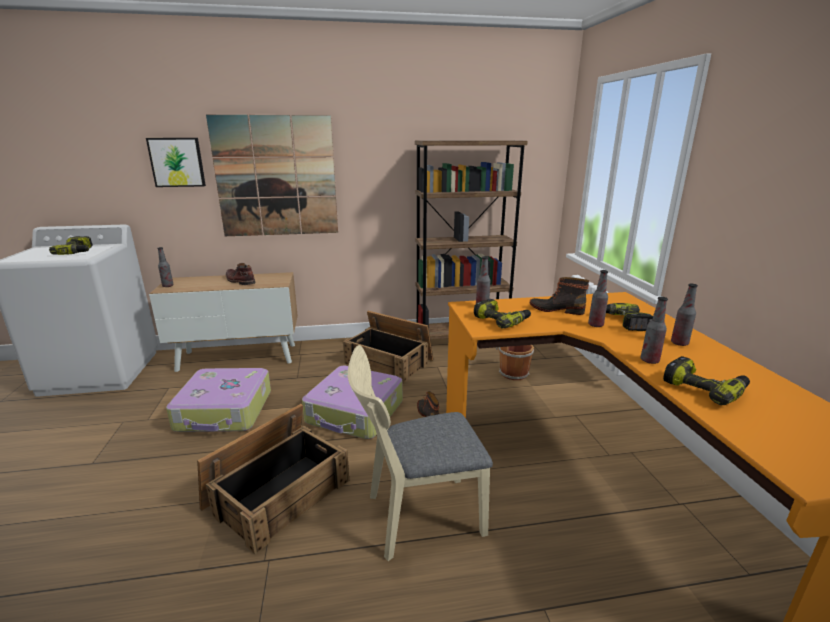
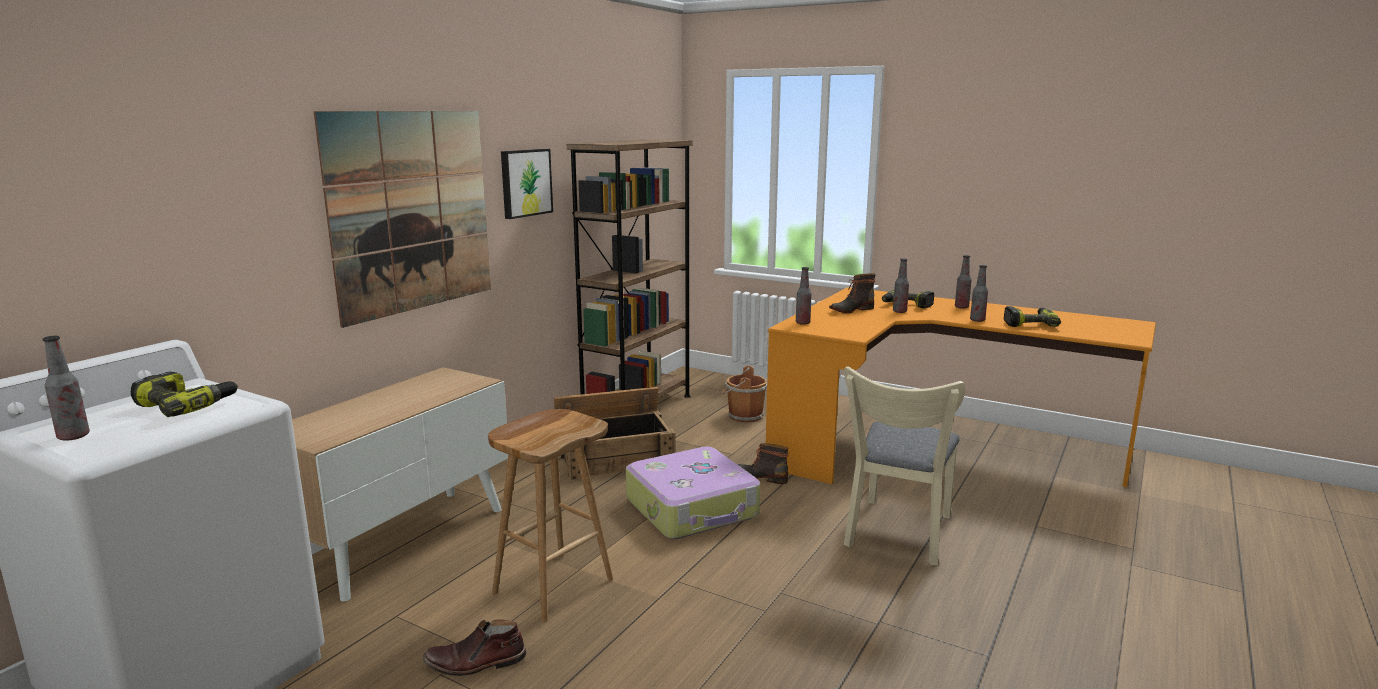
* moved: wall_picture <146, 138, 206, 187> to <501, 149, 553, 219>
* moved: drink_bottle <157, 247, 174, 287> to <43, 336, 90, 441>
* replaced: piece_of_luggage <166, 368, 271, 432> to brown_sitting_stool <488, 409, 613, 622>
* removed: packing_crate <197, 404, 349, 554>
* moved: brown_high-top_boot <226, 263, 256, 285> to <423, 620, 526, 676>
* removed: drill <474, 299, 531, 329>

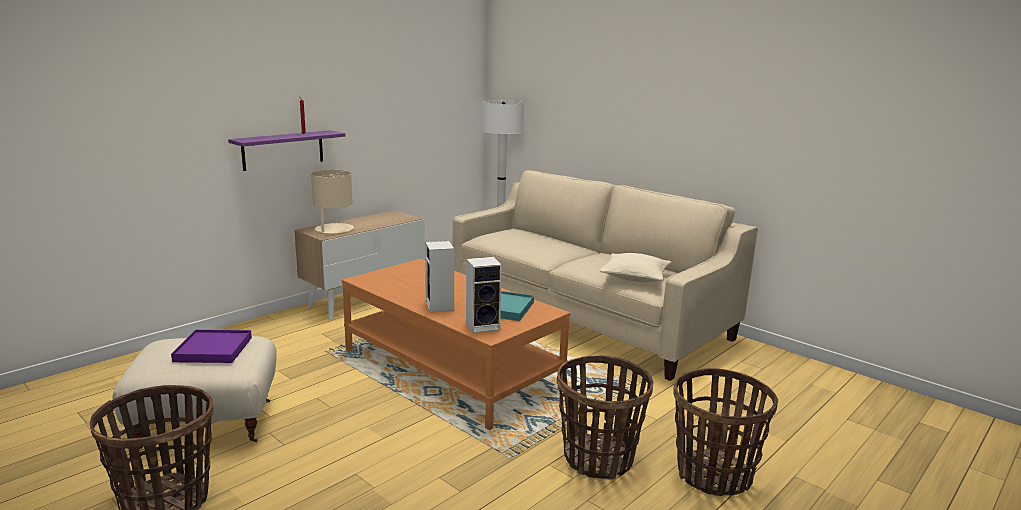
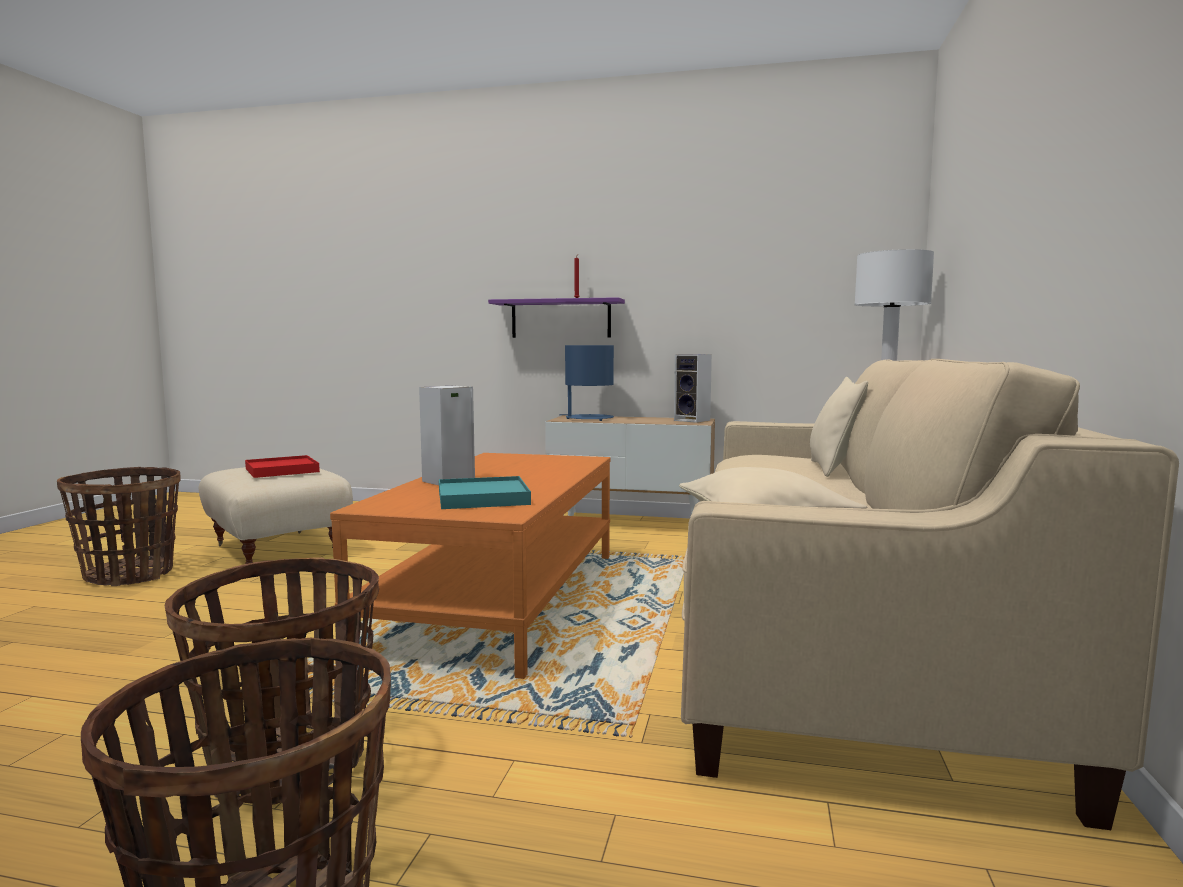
* recoloured: purplish_carrying_tray <171, 330, 252, 363> to red_carrying_tray <245, 455, 320, 478>
* recoloured: beige-coloured_table_lamp <311, 170, 354, 234> to bluish_table_lamp <559, 345, 614, 421>
* moved: loudspeaker <466, 257, 502, 333> to <674, 354, 712, 423>
* added: beige-coloured_pillow <810, 377, 868, 477>

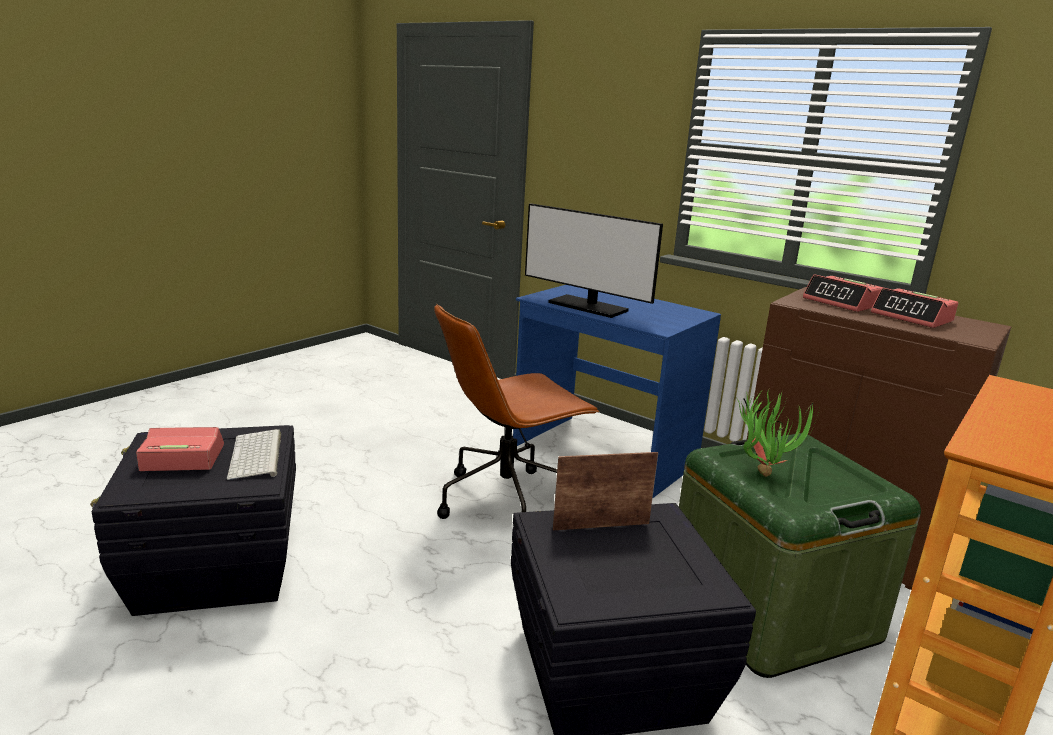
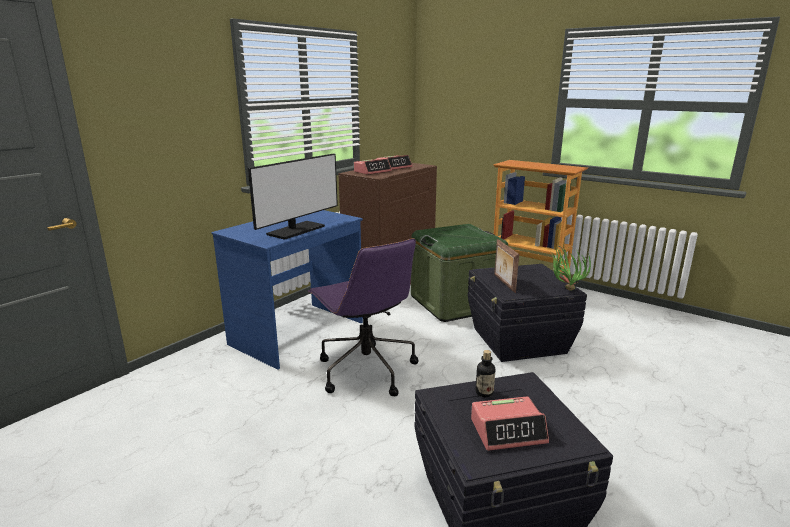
* turned: alarm_clock <136, 427, 224, 471> = <471, 396, 549, 451> 90 degrees counterclockwise
* replaced: keyboard <227, 429, 281, 480> to drink_bottle <475, 350, 495, 397>
* recoloured: brown_computer_chair <434, 304, 599, 519> to purplish_computer_chair <308, 238, 418, 397>
* moved: plant_in_a_pot <736, 390, 820, 477> to <551, 245, 591, 291>

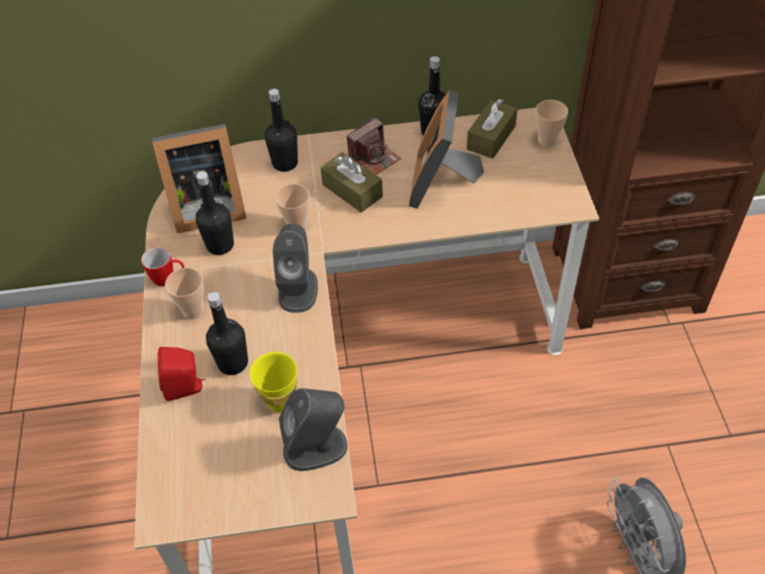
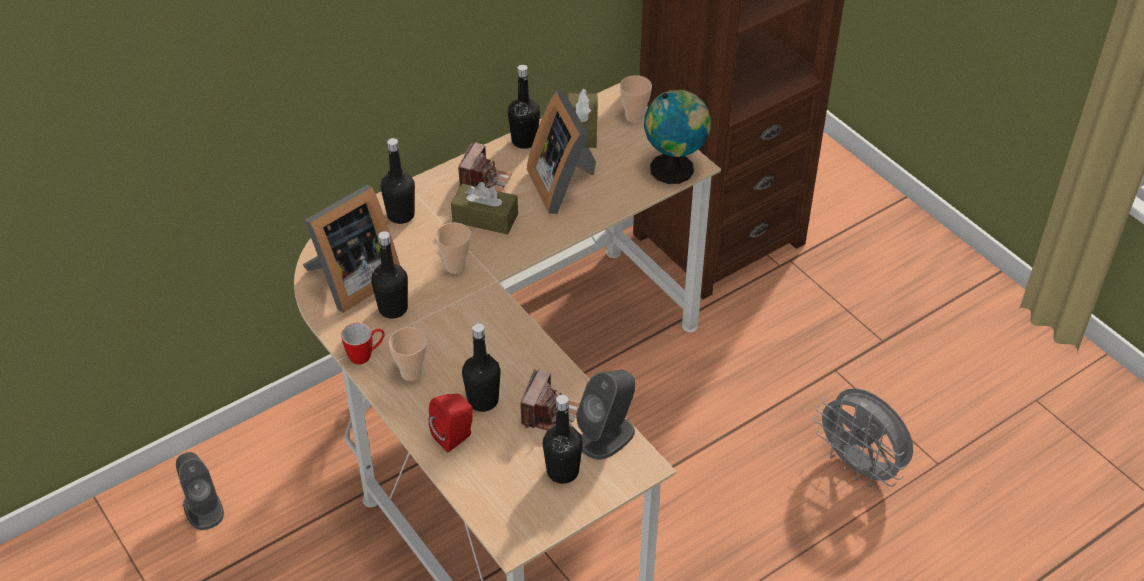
* replaced: yellowish_small_cup <250, 352, 297, 413> to still_camera <520, 369, 579, 431>
* moved: grey_loudspeaker <272, 224, 318, 313> to <176, 452, 224, 530>
* added: black_drink_bottle <543, 395, 583, 484>
* added: desk_globe <644, 90, 711, 184>

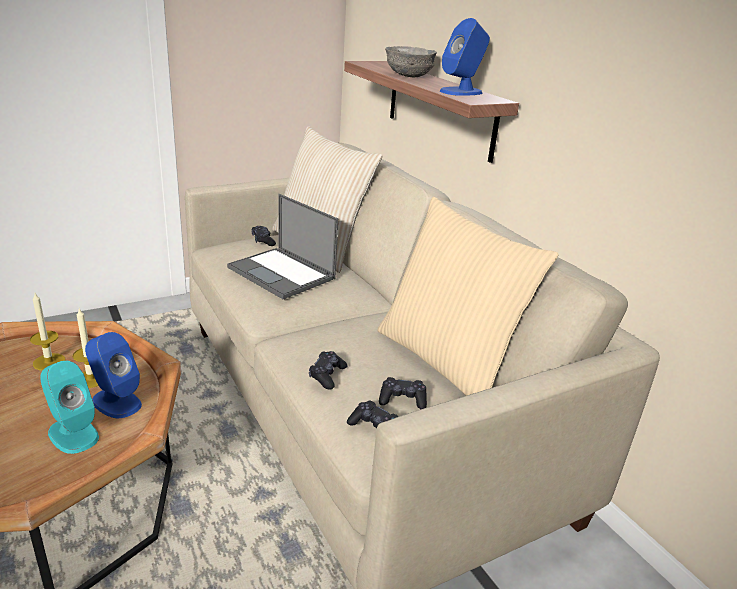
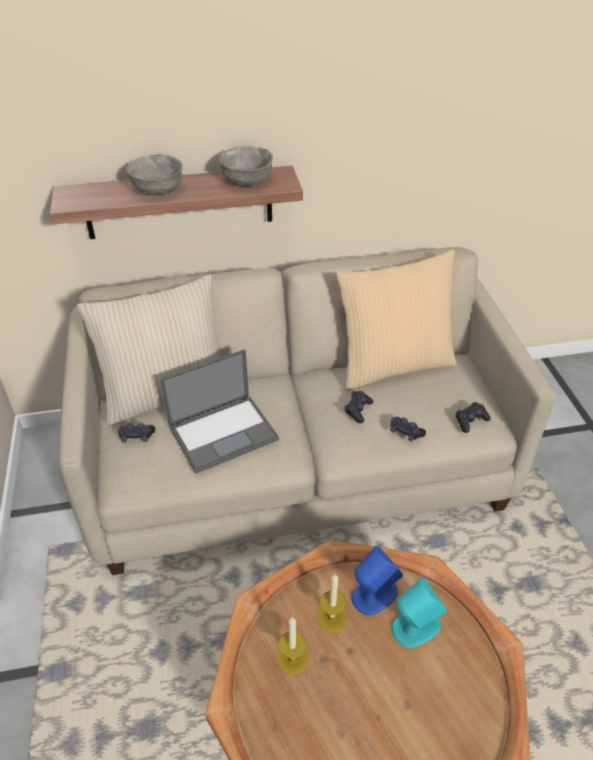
* moved: black_joypad <379, 377, 427, 409> to <344, 391, 373, 423>
* replaced: bluish_loudspeaker <440, 18, 490, 96> to grey_bowl <219, 146, 273, 187>

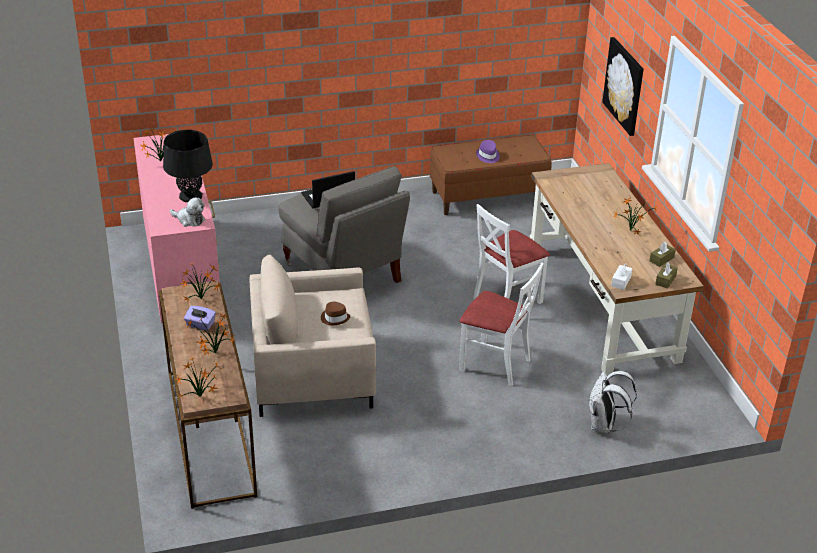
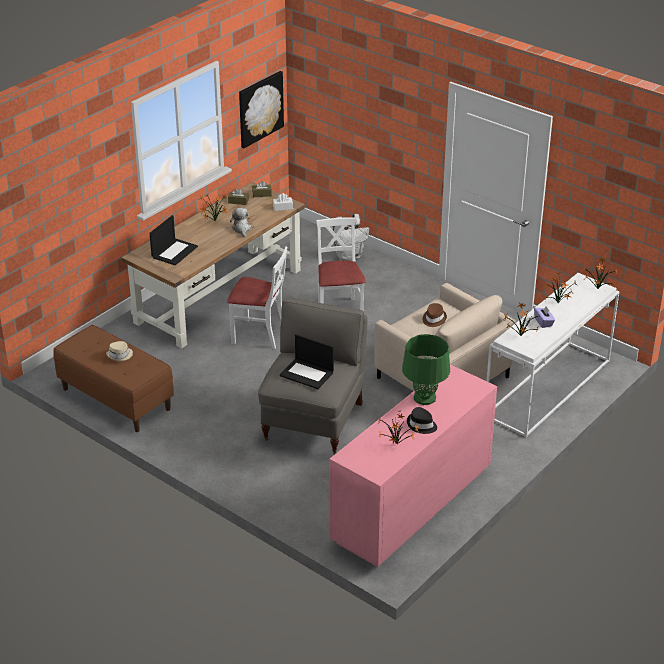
* recoloured: brown_hall_table <159, 281, 257, 509> to white-coloured_hall_table <487, 273, 620, 438>
* recoloured: black_table_lamp <163, 130, 213, 202> to green-coloured_table_lamp <402, 334, 450, 405>
* moved: soft_toy <170, 198, 205, 227> to <230, 208, 251, 238>
* recoloured: purplish_hat <476, 140, 500, 163> to beige-coloured_hat <106, 341, 133, 361>
* moved: wall_picture <602, 37, 644, 136> to <239, 71, 284, 148>
* added: laptop <150, 215, 198, 265>
* added: black_hat <407, 407, 437, 434>

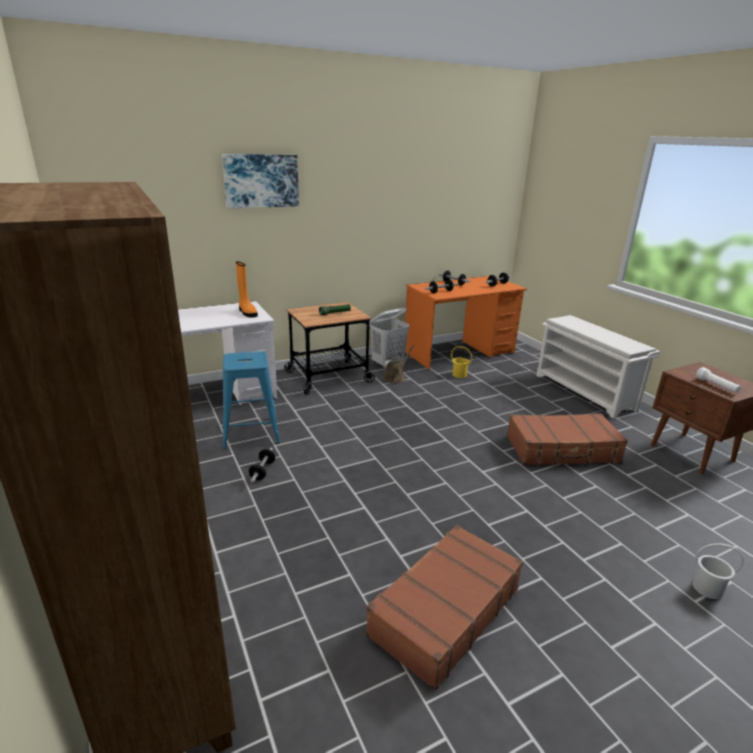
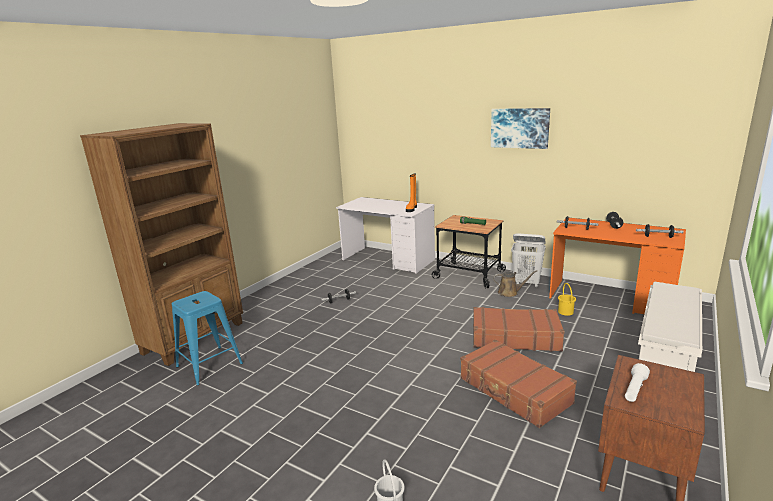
* moved: wall_picture <222, 154, 299, 208> to <491, 108, 550, 149>
* moved: bluish_sitting_stool <223, 351, 280, 449> to <172, 291, 243, 386>
* moved: brown_piece_of_luggage <366, 525, 523, 690> to <473, 307, 565, 352>

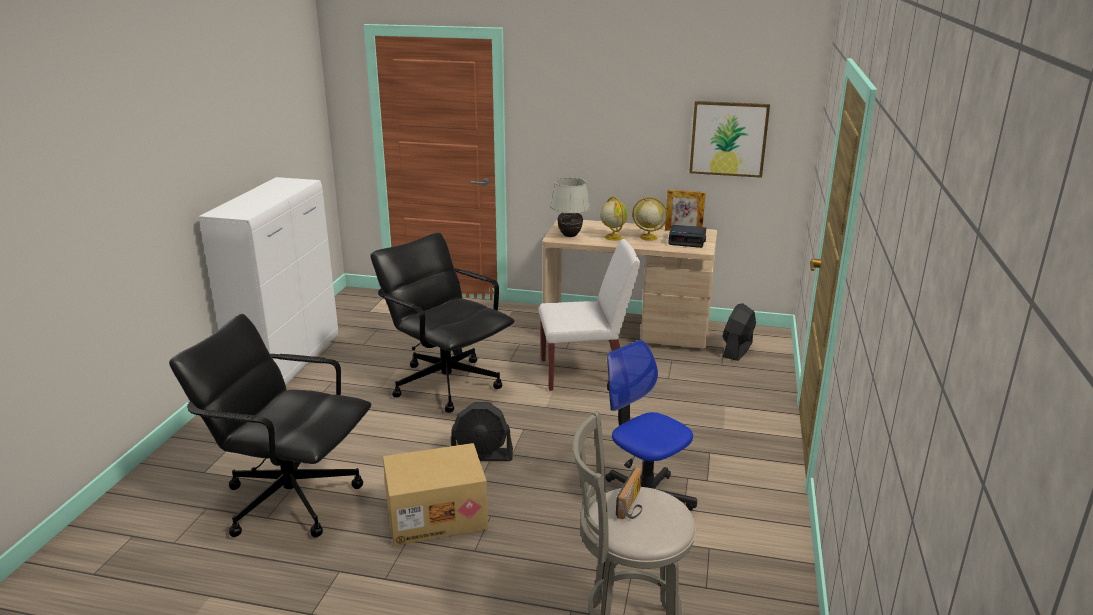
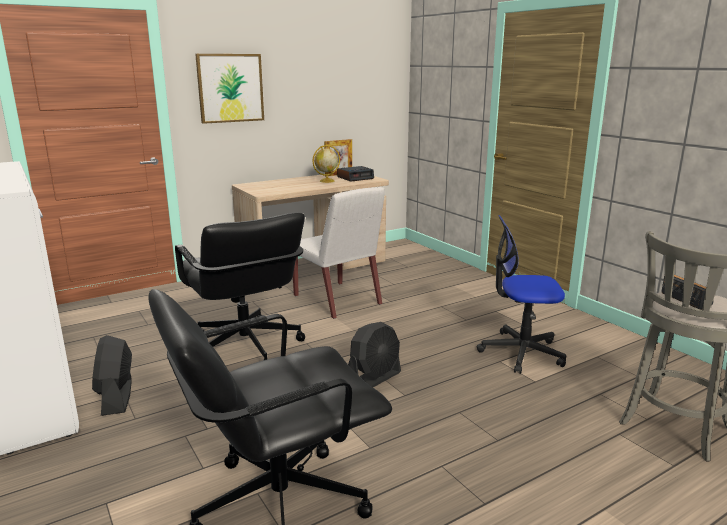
* turned: black_computer_chair <370, 232, 514, 413> = <175, 213, 305, 360> 120 degrees counterclockwise
* removed: packing_box <383, 443, 488, 546>
* turned: white-coloured_chair <539, 239, 640, 391> = <293, 187, 385, 319> 105 degrees clockwise
* removed: white-coloured_table_lamp <551, 178, 590, 237>
* removed: desk_globe <600, 196, 628, 241>
* moved: wall_picture <689, 101, 770, 178> to <195, 54, 264, 124>
* moved: black_cooling_fan <722, 303, 756, 361> to <92, 335, 132, 416>

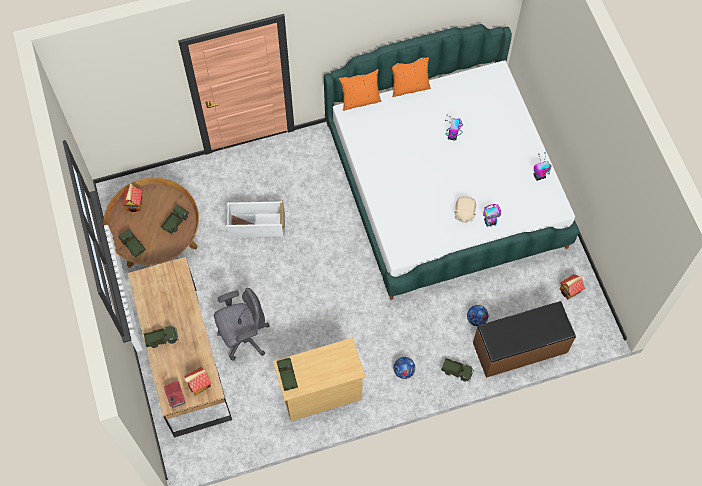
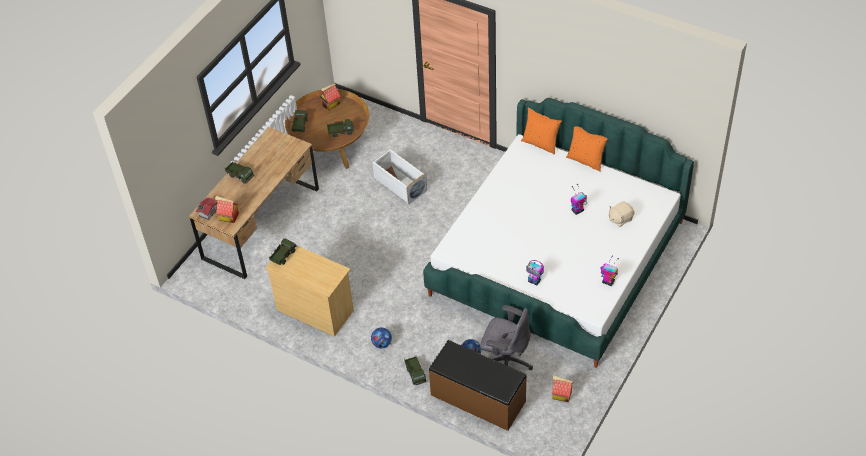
* moved: grey_computer_chair <214, 288, 270, 361> to <480, 305, 533, 370>
* moved: beige-coloured_soft_toy <454, 196, 476, 223> to <609, 201, 635, 227>

